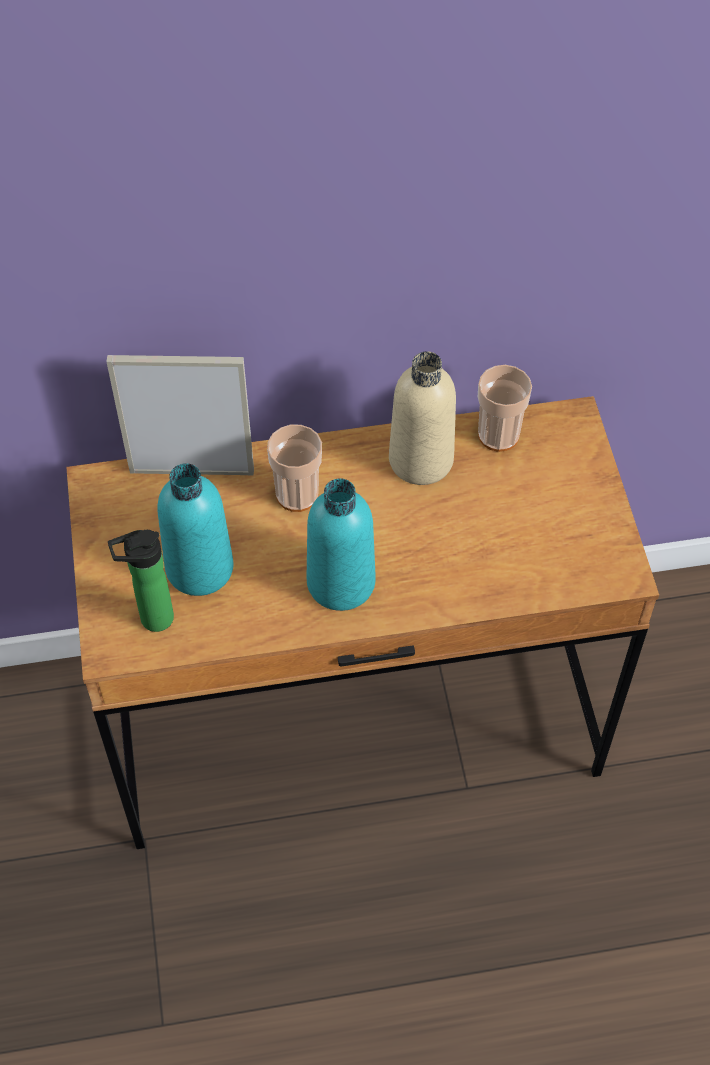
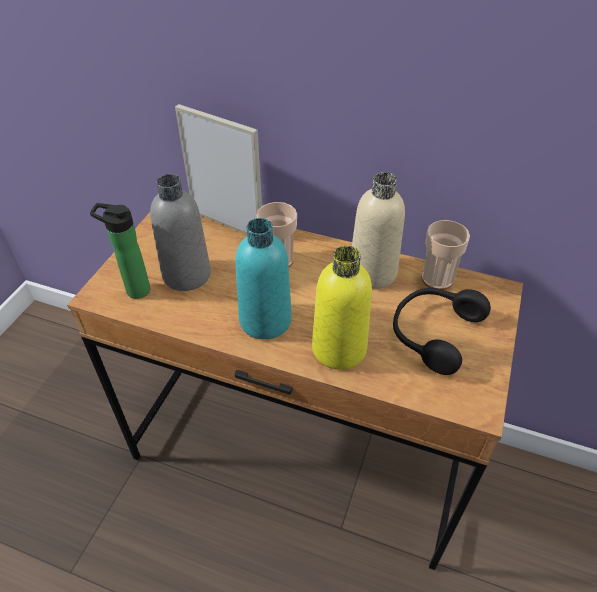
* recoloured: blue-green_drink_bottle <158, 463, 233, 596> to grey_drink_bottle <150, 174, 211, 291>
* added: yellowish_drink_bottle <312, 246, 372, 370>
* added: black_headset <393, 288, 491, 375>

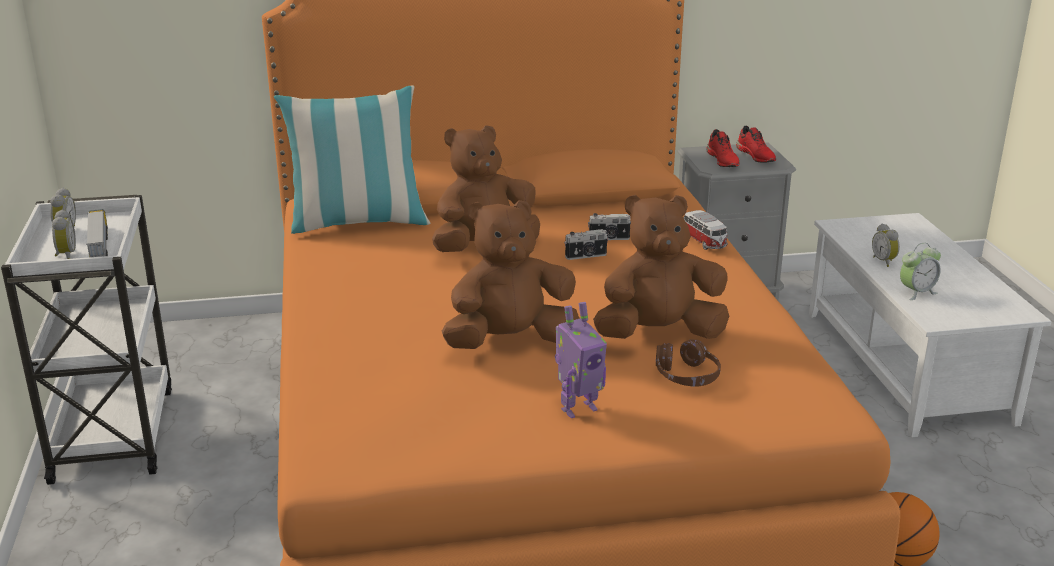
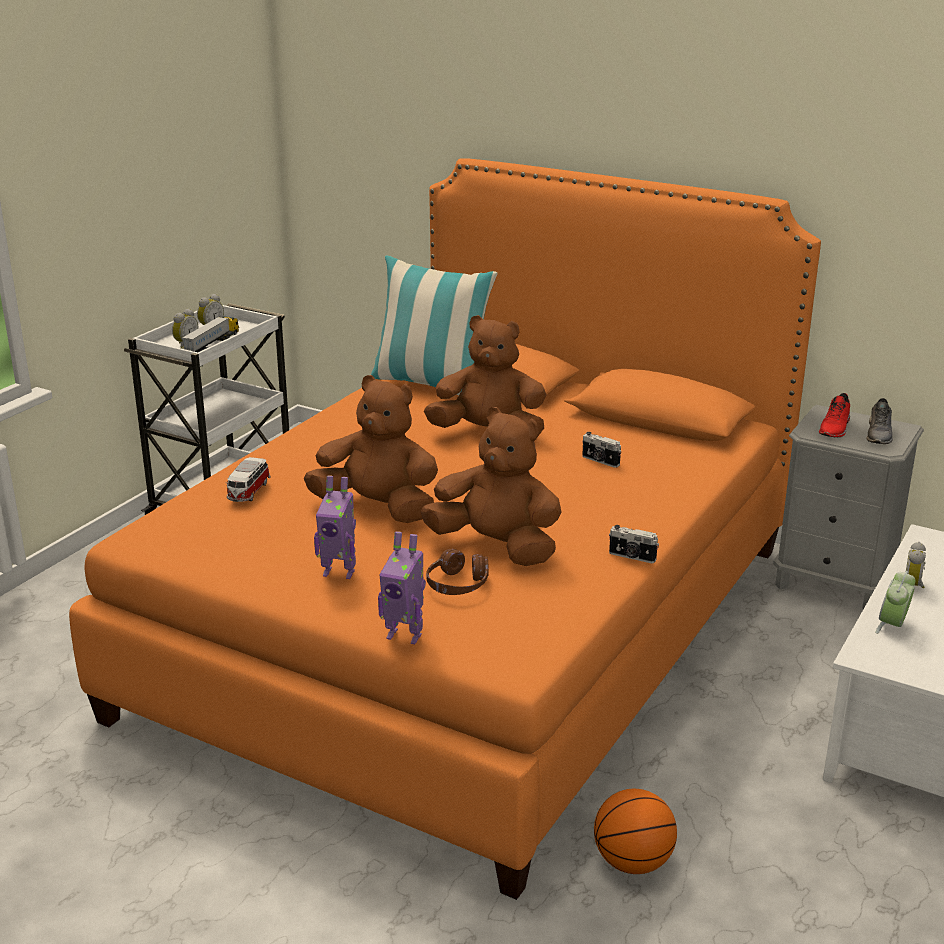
* moved: still_camera <564, 229, 608, 260> to <609, 525, 659, 563>
* moved: model_car <683, 210, 728, 250> to <226, 457, 270, 502>
* recoloured: red_shoe <736, 126, 776, 163> to grey_shoe <867, 398, 893, 444>
* turned: alarm_clock <900, 243, 941, 300> = <875, 571, 915, 634> 105 degrees clockwise
* added: robot_figure <378, 531, 426, 644>

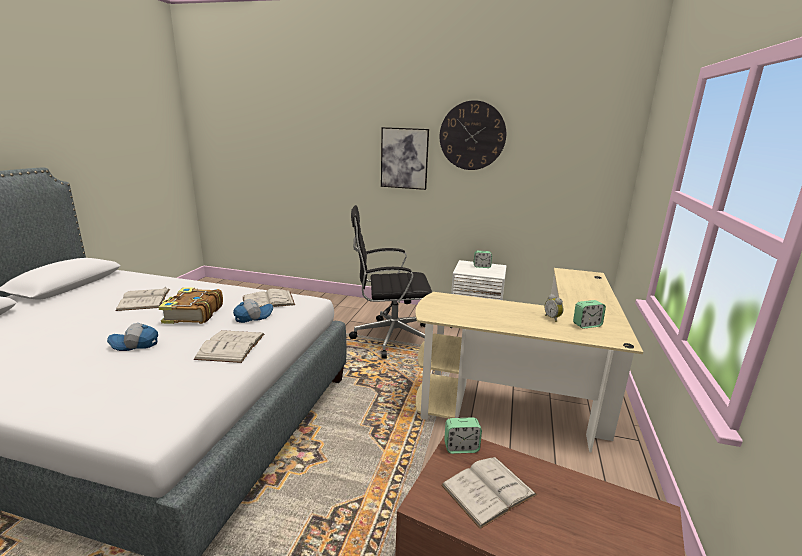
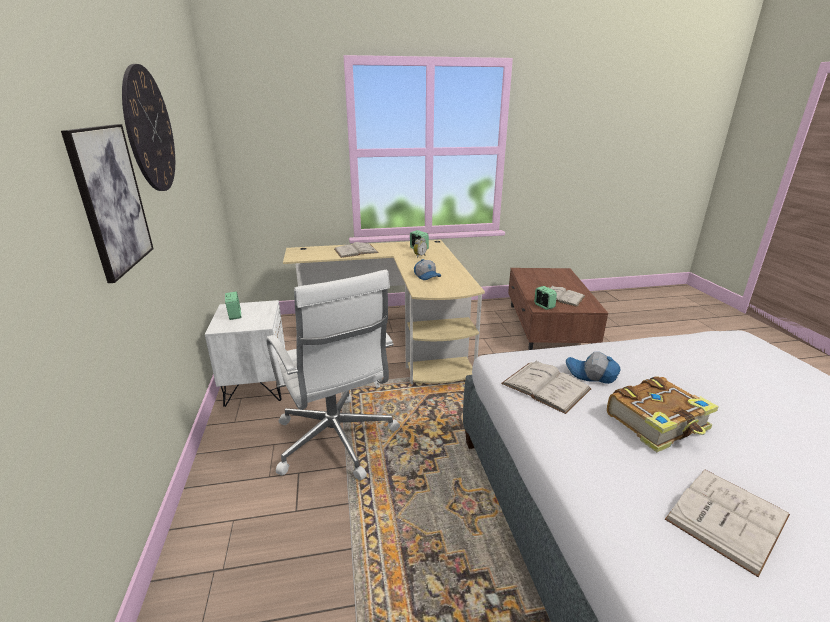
* moved: baseball_cap <107, 323, 158, 351> to <414, 259, 441, 280>
* moved: white-coloured_bound_book <193, 330, 264, 363> to <334, 242, 379, 258>
* recoloured: black_computer_chair <349, 205, 432, 359> to white-coloured_computer_chair <266, 270, 400, 480>

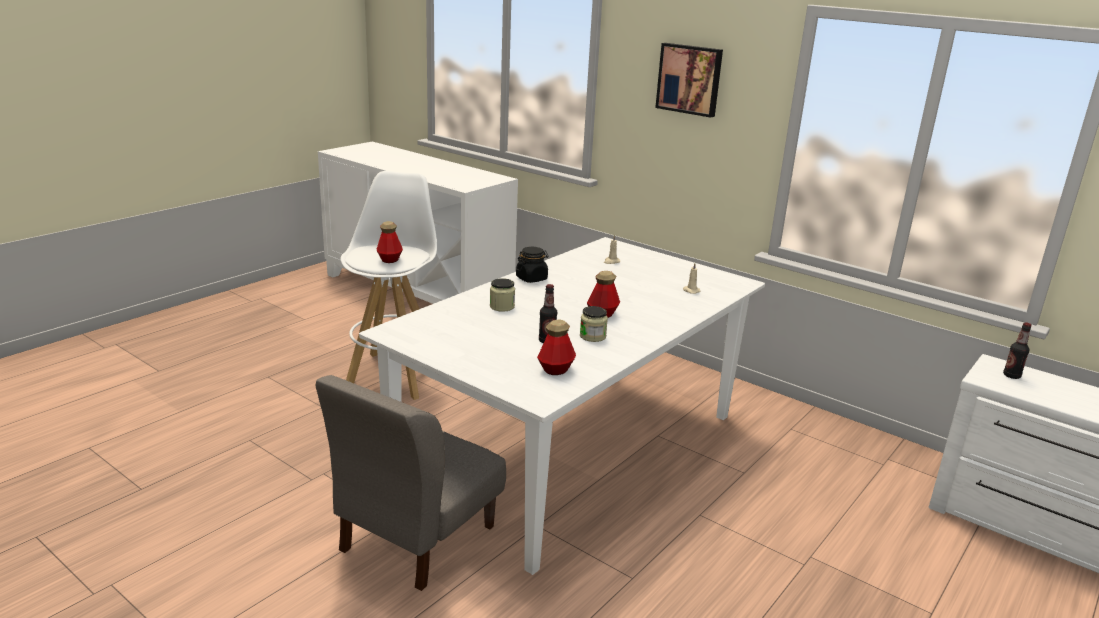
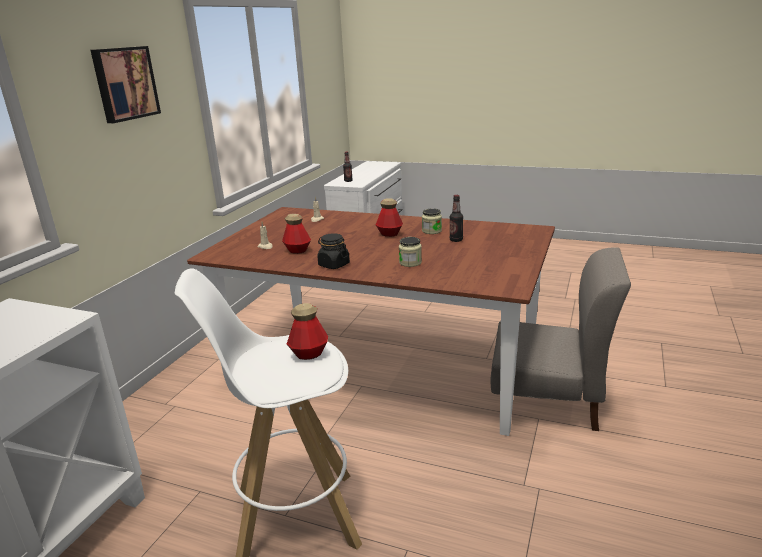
* recoloured: white-coloured_dining_table <359, 237, 765, 575> to brown_dining_table <187, 207, 555, 436>
* moved: drink_bottle <537, 320, 576, 375> to <282, 213, 311, 254>

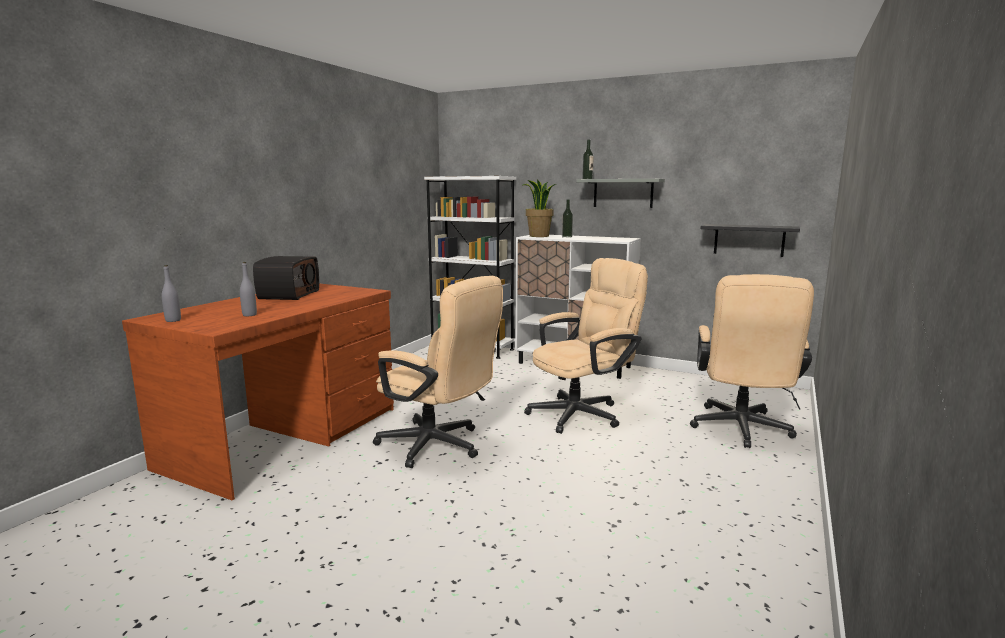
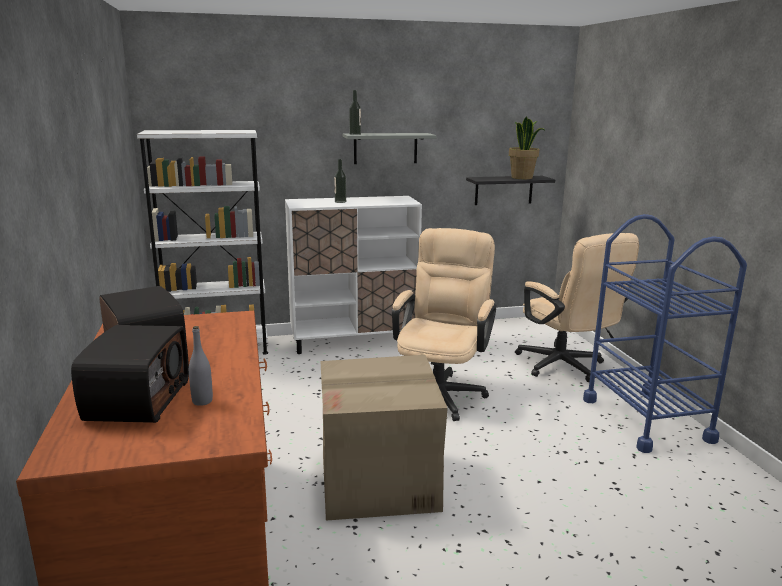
* removed: grey_drink_bottle <162, 265, 181, 322>
* replaced: beige-coloured_computer_chair <373, 276, 503, 468> to packing_box <320, 355, 448, 521>
* moved: plant_in_a_pot <523, 179, 556, 237> to <509, 117, 545, 179>
* added: radio_receiver <71, 325, 189, 423>
* added: bluish_trolley <583, 214, 747, 453>

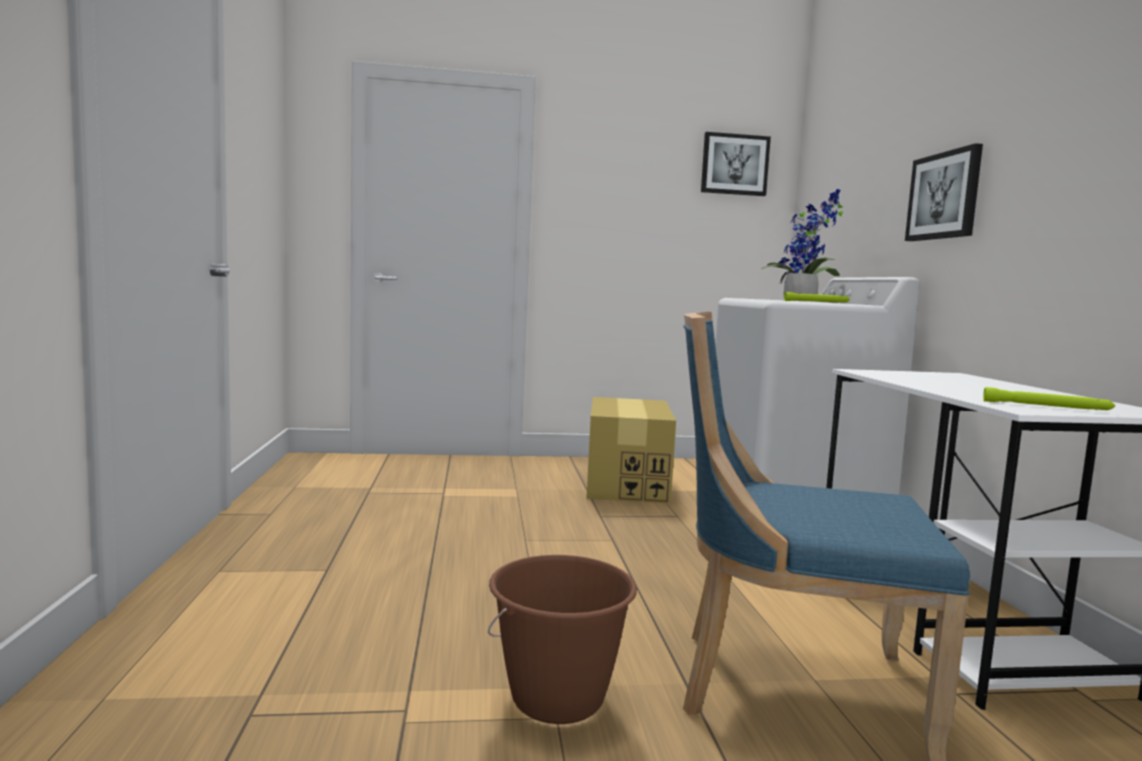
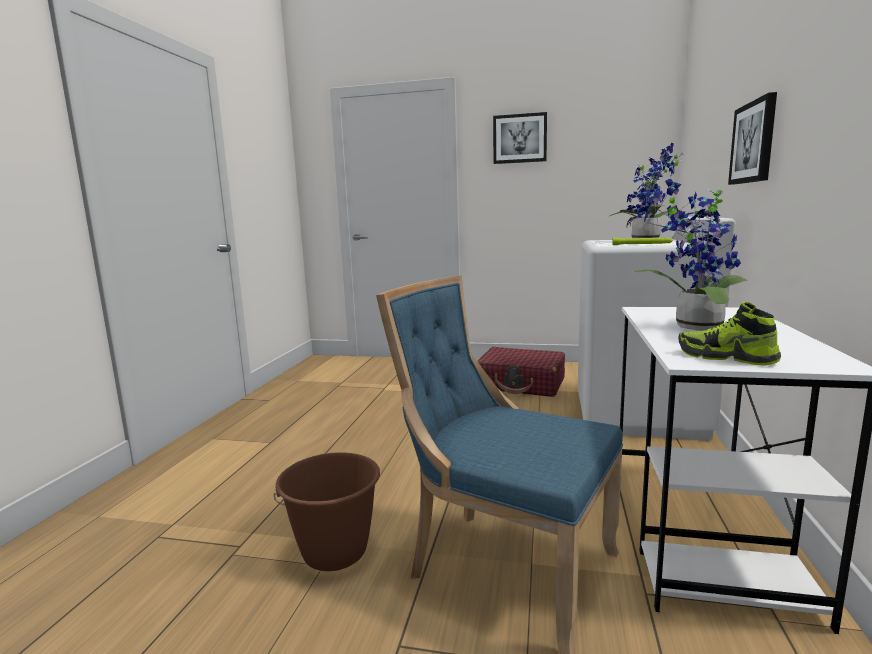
* replaced: packing_box <587, 397, 676, 504> to red_piece_of_luggage <477, 347, 565, 397>
* moved: wall_picture <701, 132, 771, 196> to <493, 112, 547, 164>
* replaced: green-coloured_hand_torch <983, 387, 1115, 410> to shoe <678, 302, 781, 366>
* added: plant_in_a_pot <632, 179, 747, 331>

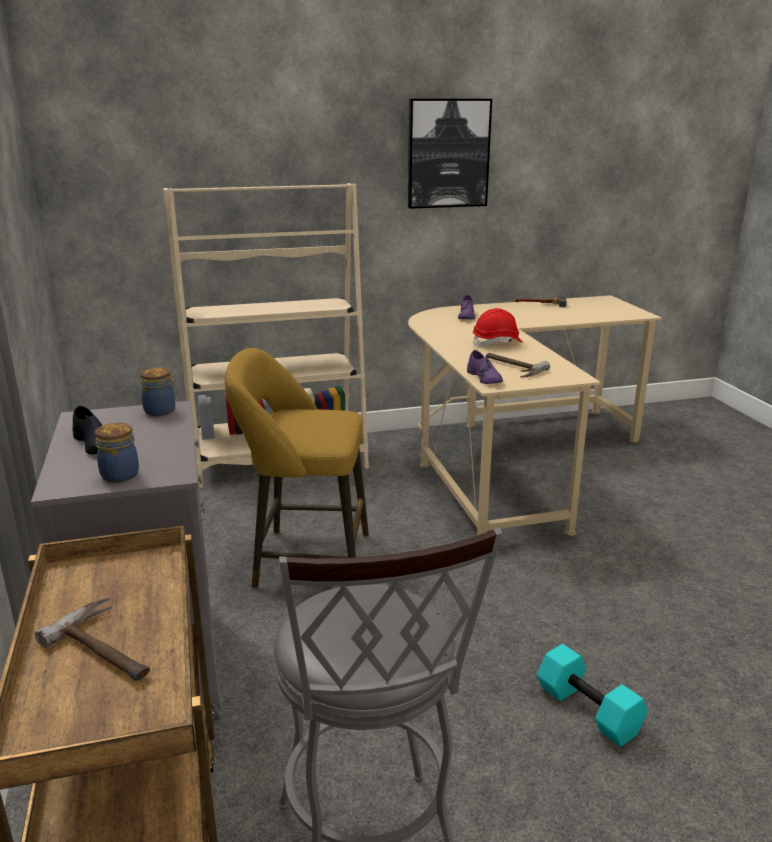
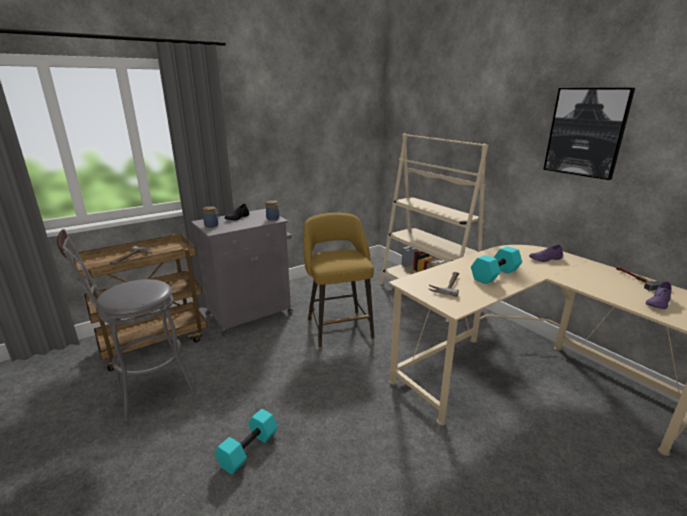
* moved: purplish_shoe <467, 350, 503, 384> to <646, 281, 672, 309>
* replaced: red_hard_hat <473, 308, 524, 347> to blue-green_dumbbell <471, 246, 522, 284>

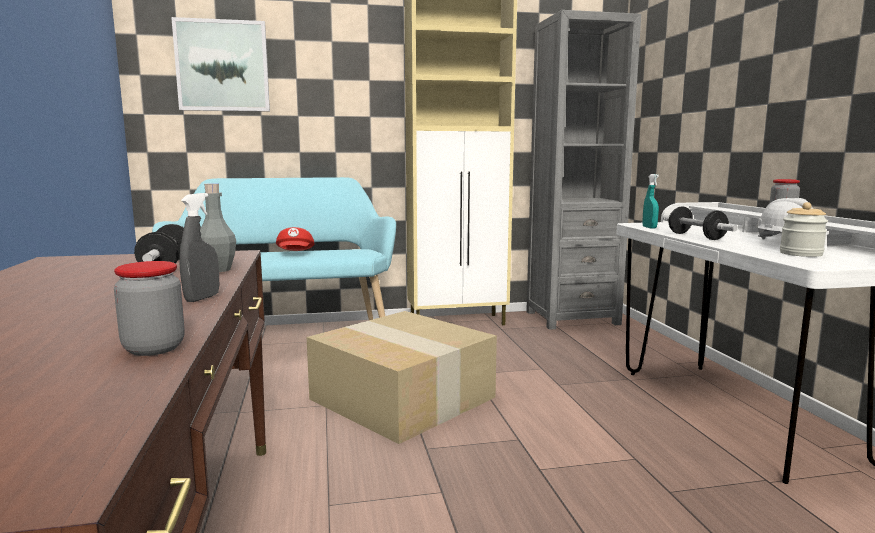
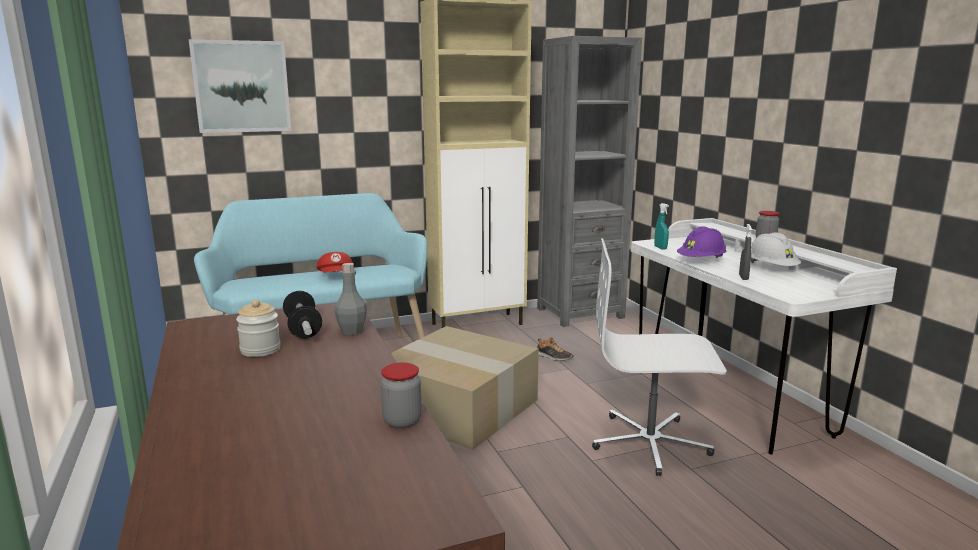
* moved: grey_spray_bottle <180, 193, 219, 302> to <739, 224, 752, 280>
* replaced: dumbbell <663, 206, 738, 240> to purplish_hard_hat <677, 226, 726, 258>
* moved: preserve_jar <780, 202, 828, 257> to <236, 300, 281, 357>
* added: shoe <537, 337, 574, 361>
* added: white-coloured_computer_chair <592, 238, 727, 476>

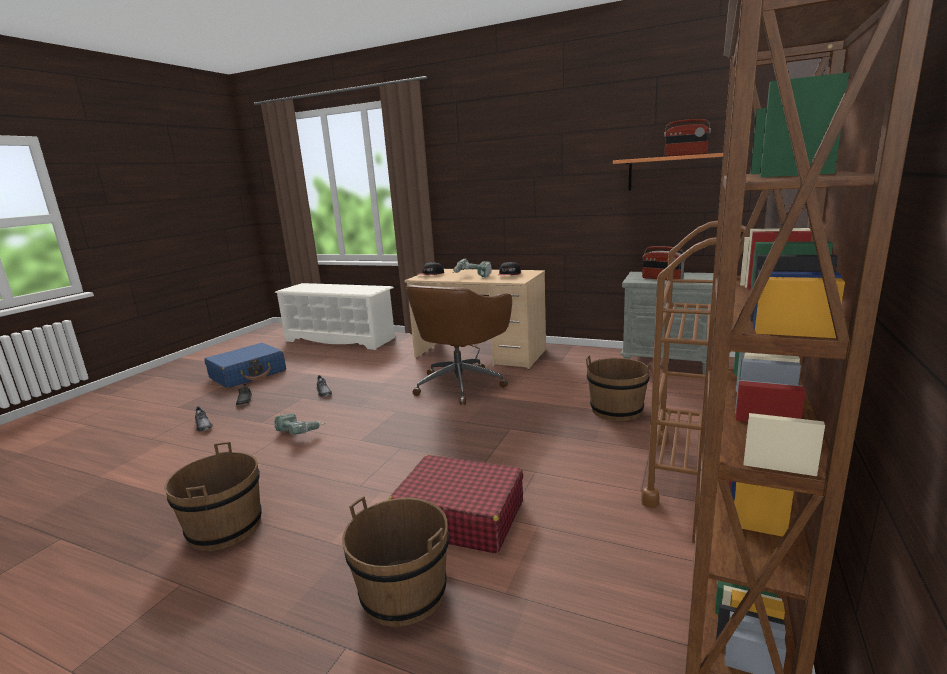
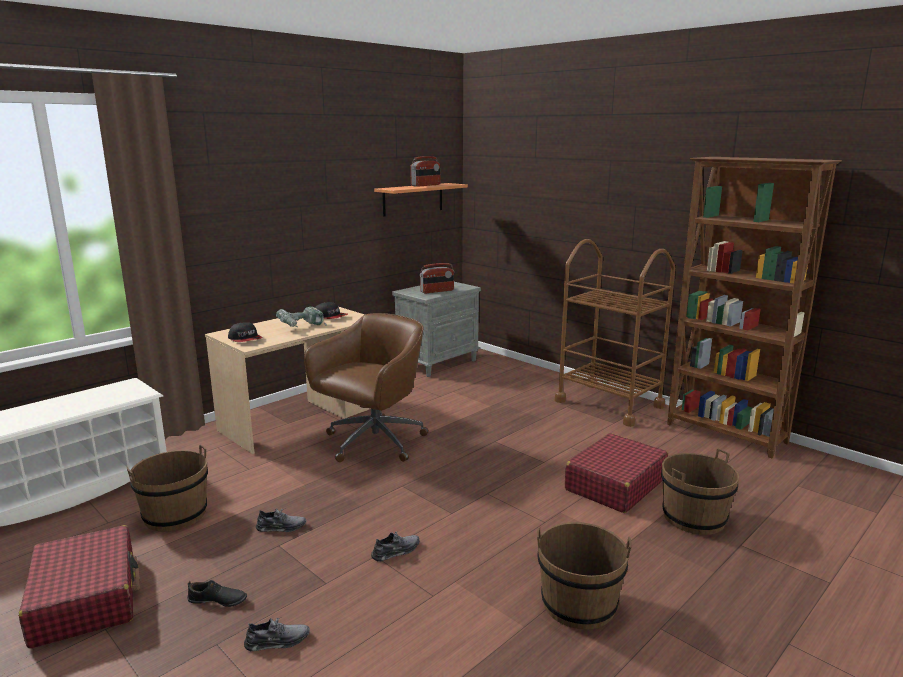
* recoloured: bluish_piece_of_luggage <204, 343, 286, 388> to red_piece_of_luggage <19, 525, 140, 649>
* replaced: drill <275, 414, 325, 435> to grey_shoe <371, 532, 420, 561>
* turned: brown_computer_chair <405, 285, 512, 405> = <304, 313, 429, 462> 105 degrees counterclockwise
* moved: brown_pail <586, 355, 651, 421> to <127, 444, 208, 532>

